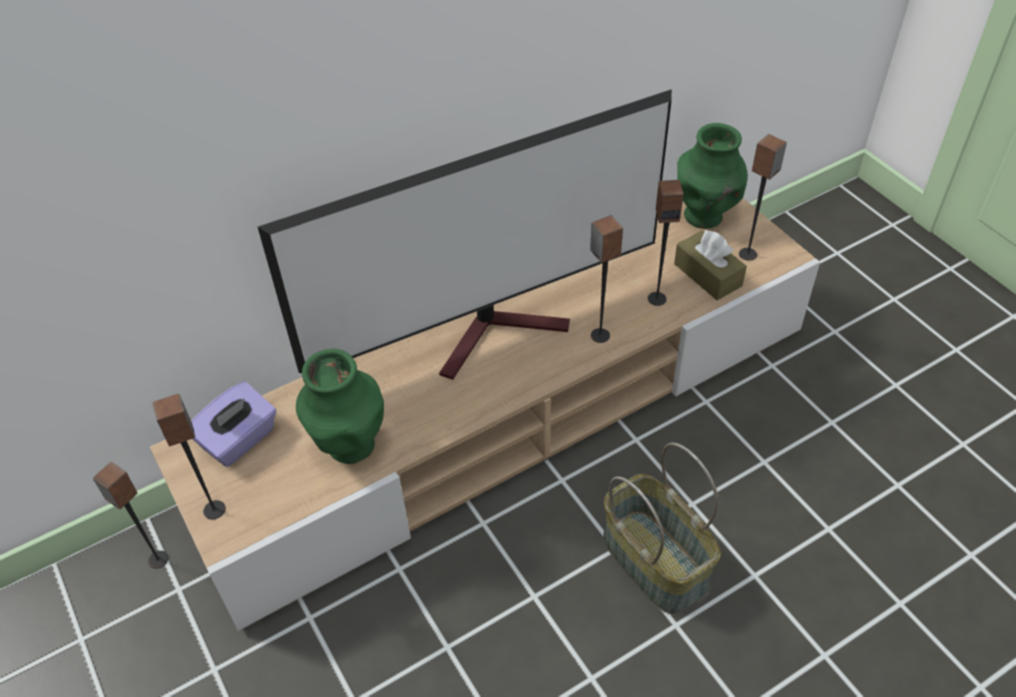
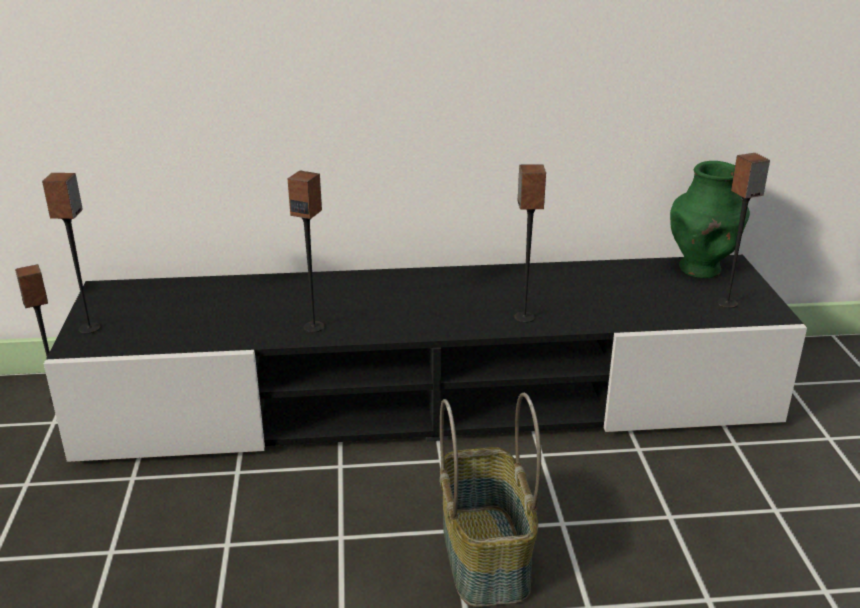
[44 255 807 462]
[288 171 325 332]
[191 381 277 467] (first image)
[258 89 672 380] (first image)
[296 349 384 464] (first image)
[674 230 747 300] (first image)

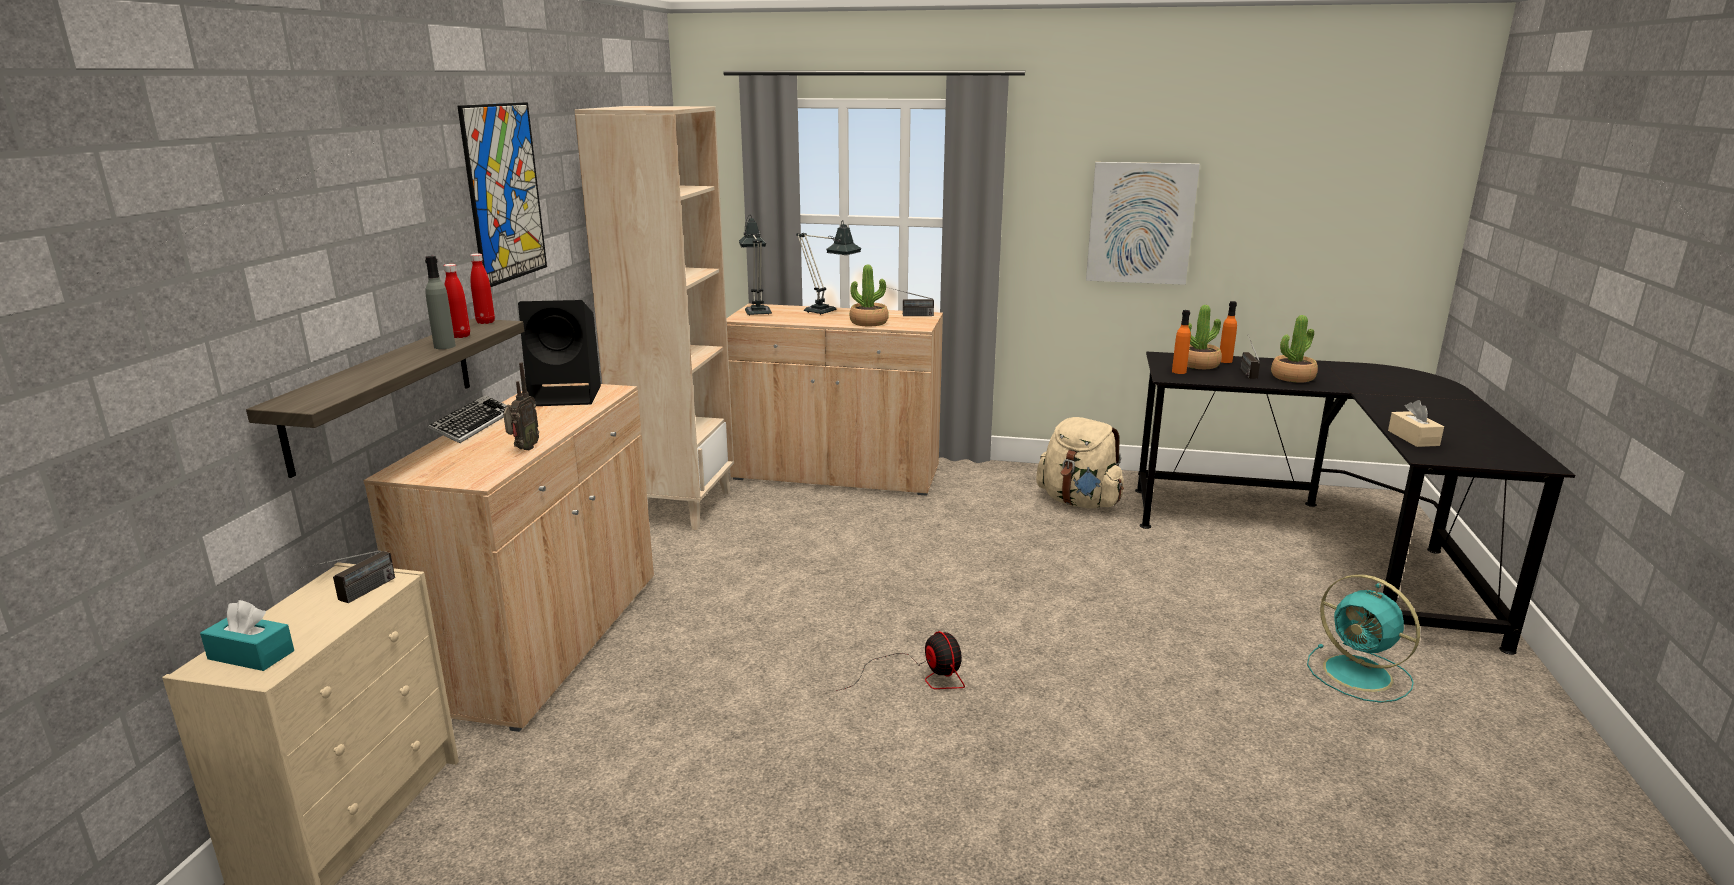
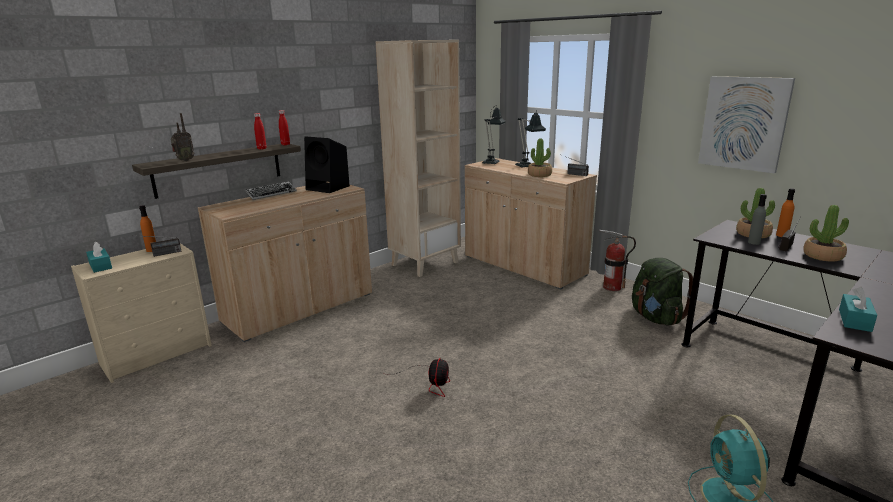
[139 205 156 252]
[171 113 194 161]
[599 230 636 291]
[632 258 693 326]
[748 194 767 245]
[839 287 877 332]
[457 102 547 287] (first image)

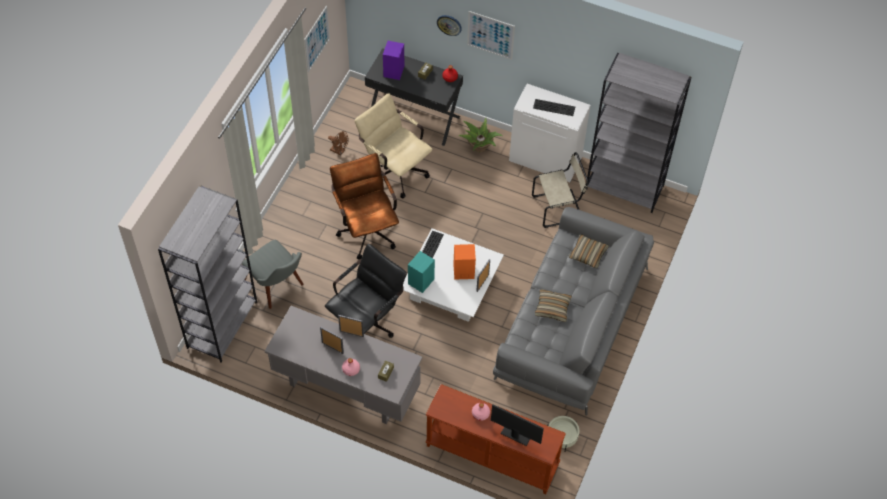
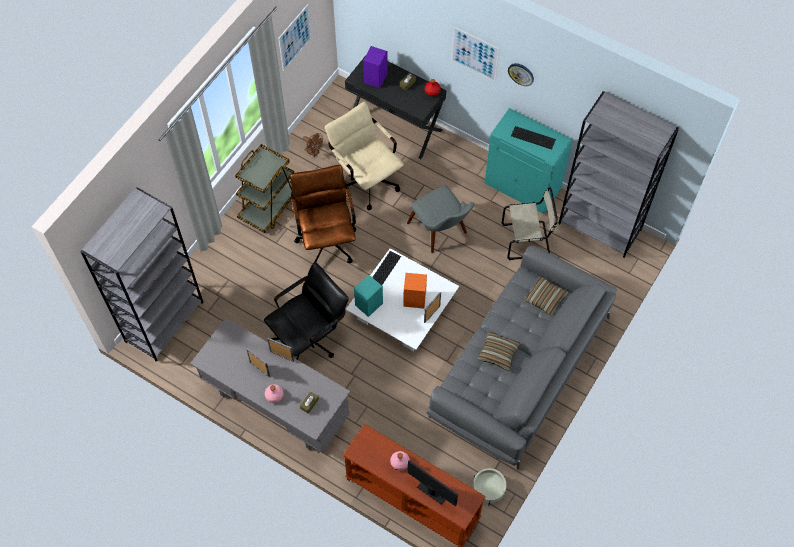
[235 144 294 233]
[407 185 474 253]
[485 108 572 214]
[508 63 534 86]
[458 118 503 152] (first image)

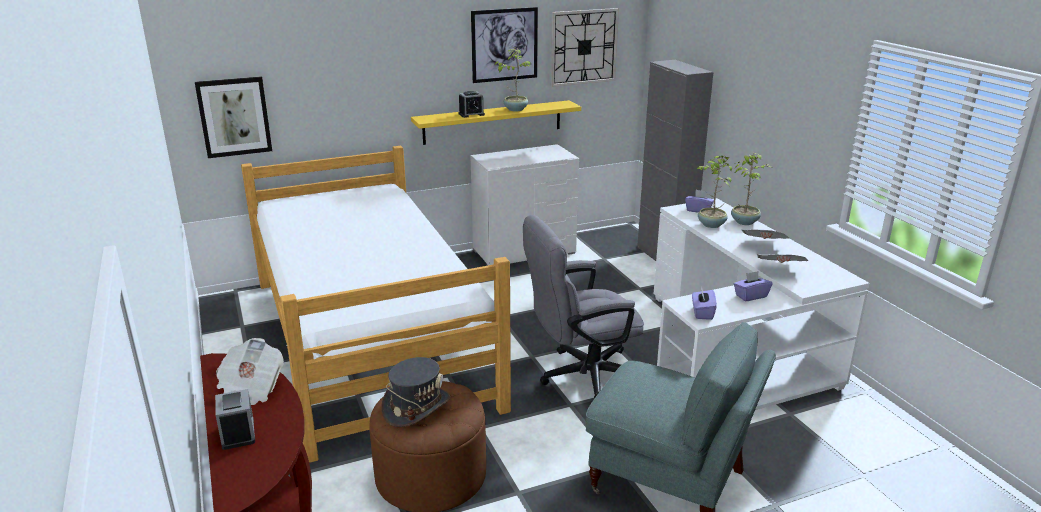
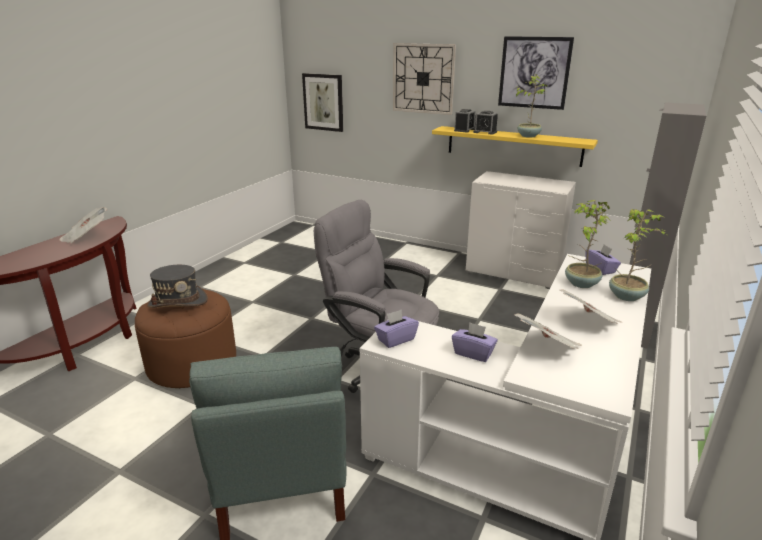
[393 43 456 115]
[454 109 476 132]
[241 146 511 463] (first image)

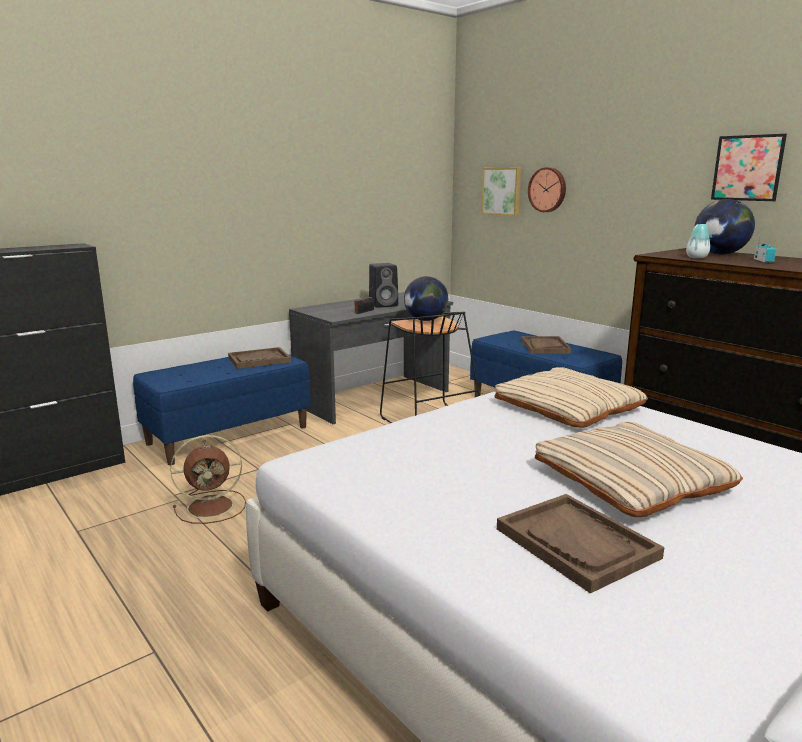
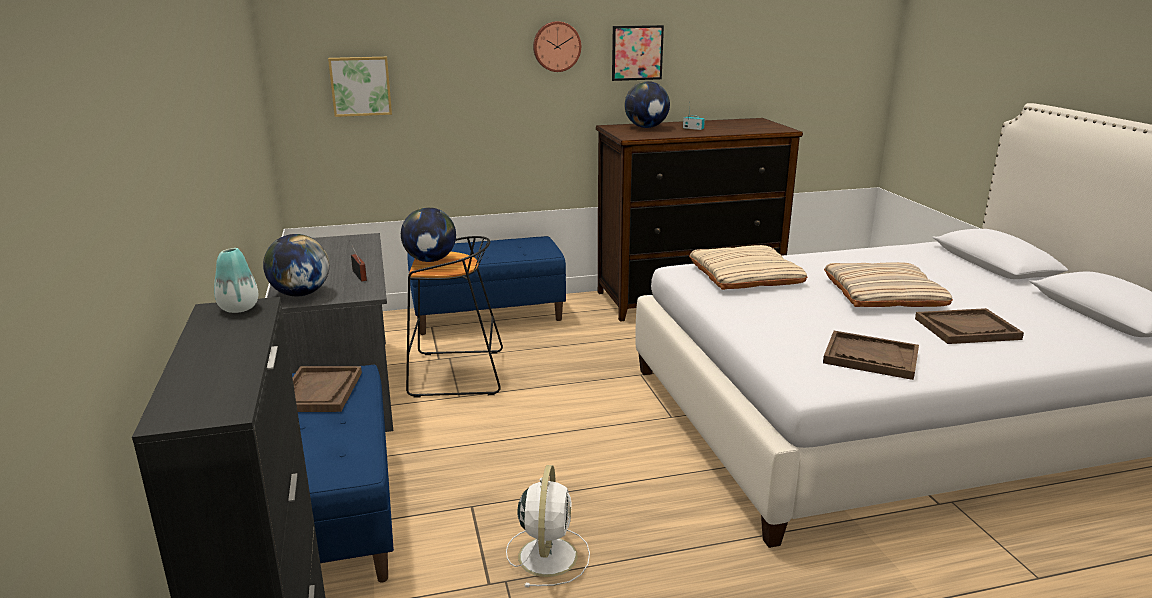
[214 248 258 313]
[263 234 329 296]
[506 465 590 587]
[533 21 581 72]
[823 331 919 380]
[369 263 398 308] (first image)

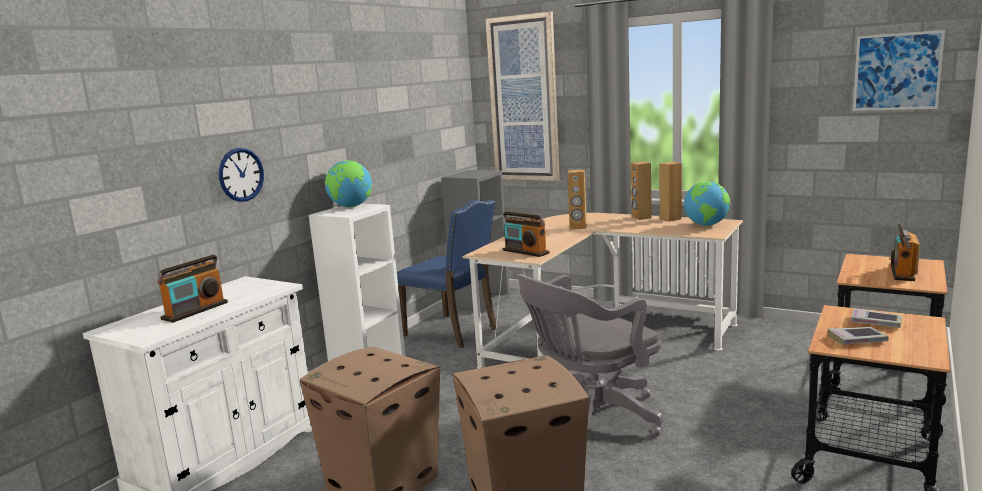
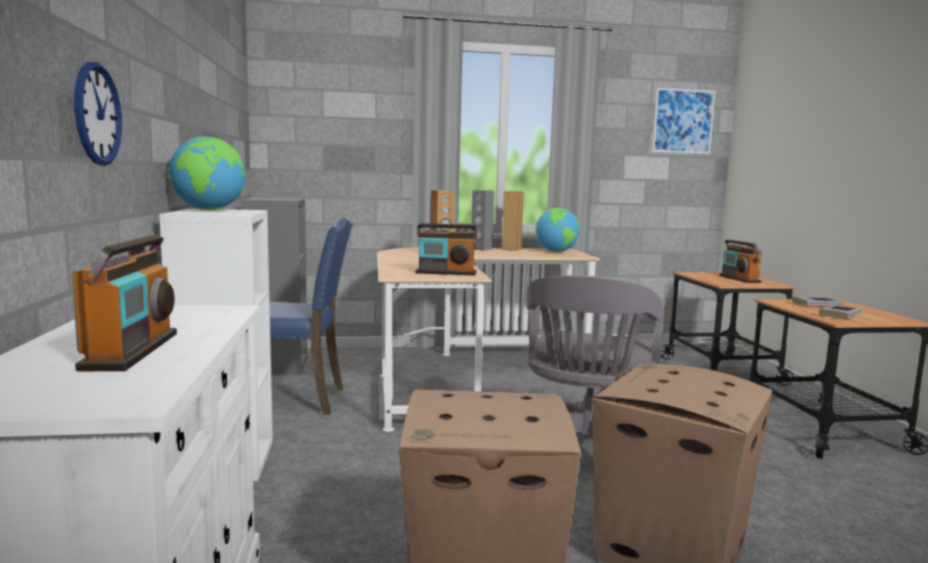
[471 190 494 251]
[485 11 560 181] (first image)

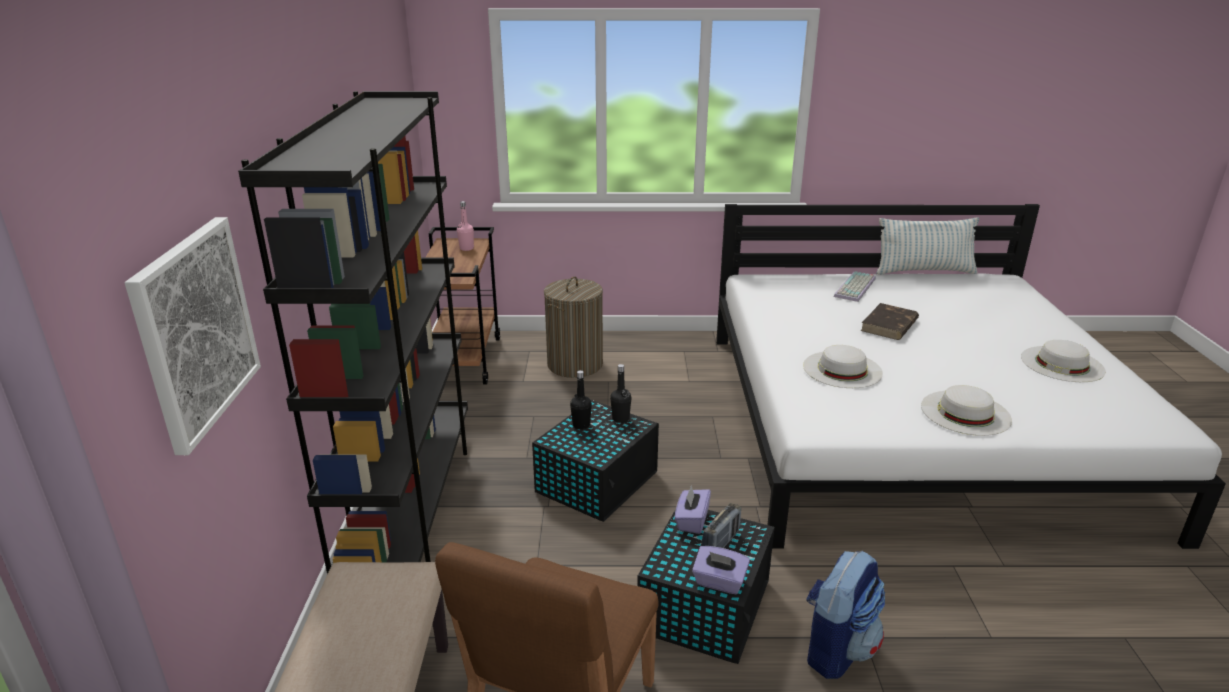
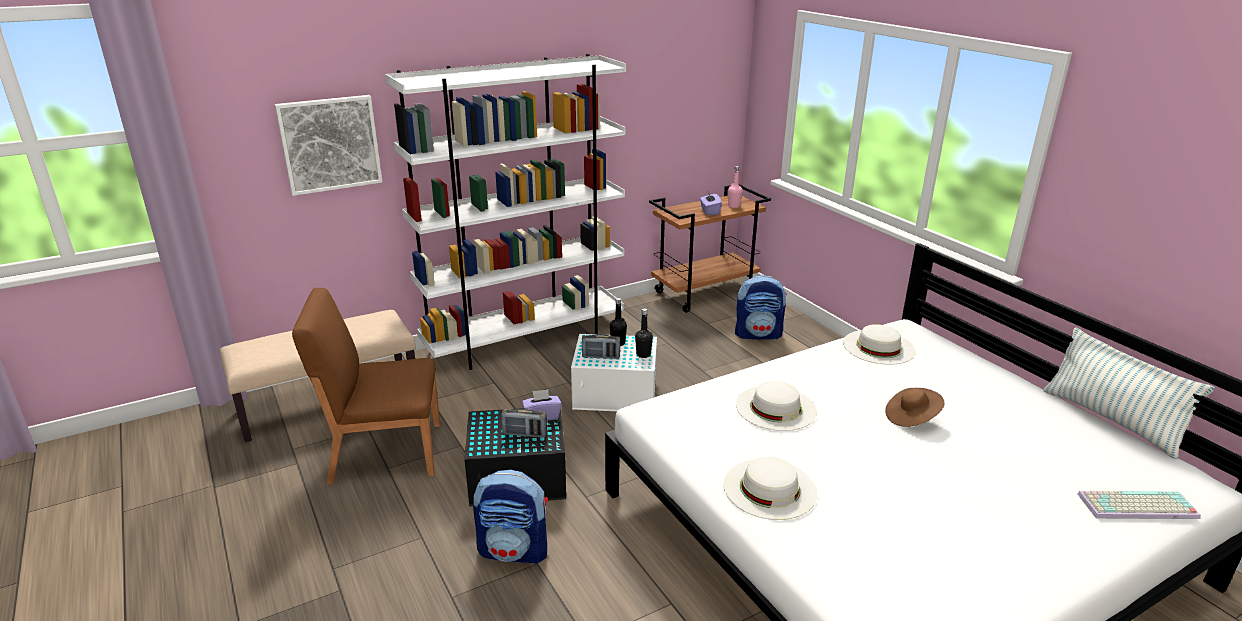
[385 54 626 370]
[571 334 657 411]
[582 334 620 359]
[700 192 722 215]
[735 275 787 340]
[843 324 916 365]
[885 388 945 427]
[1078 491 1201 519]

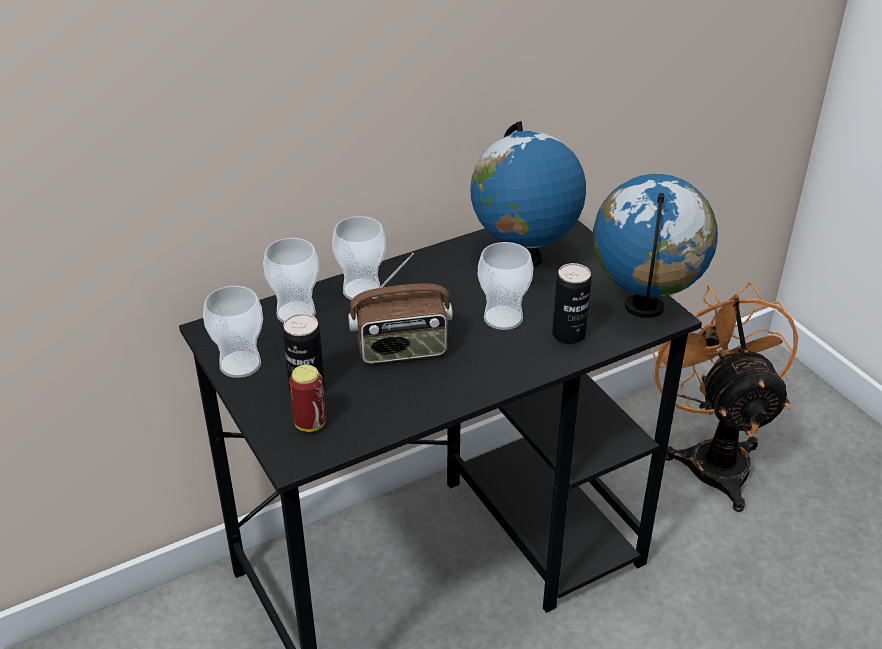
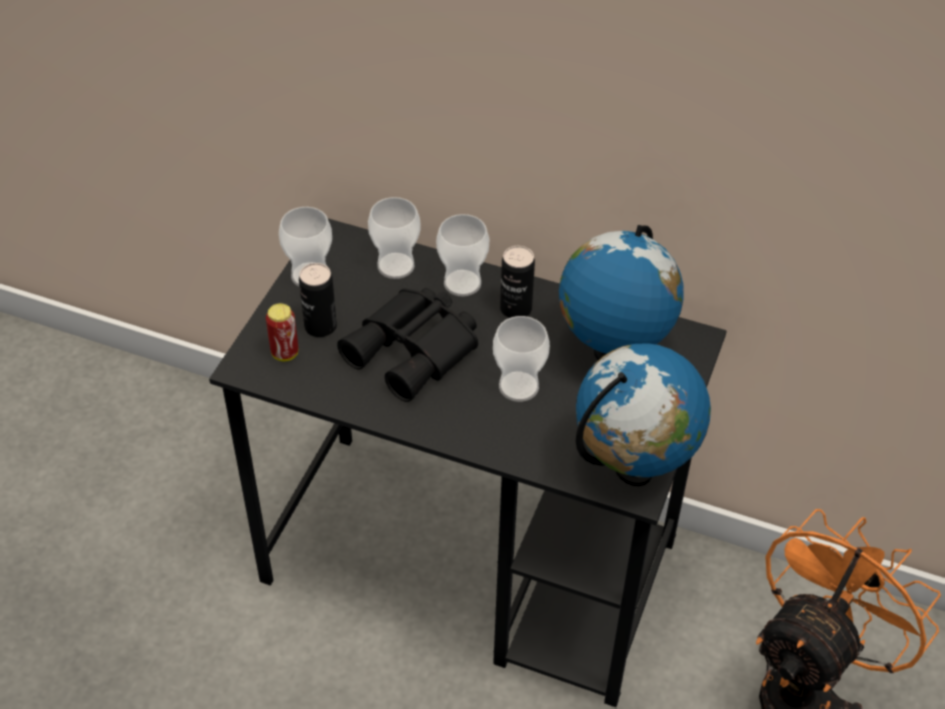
[337 288 478 402]
[500 246 535 318]

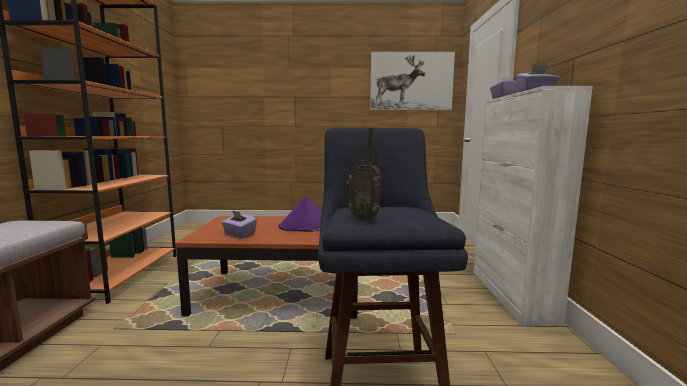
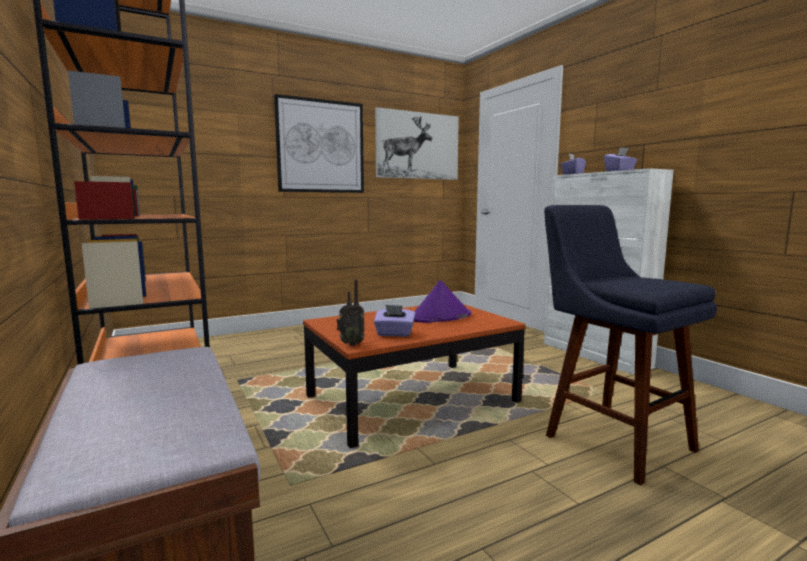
[274 94 364 193]
[337 279 365 346]

